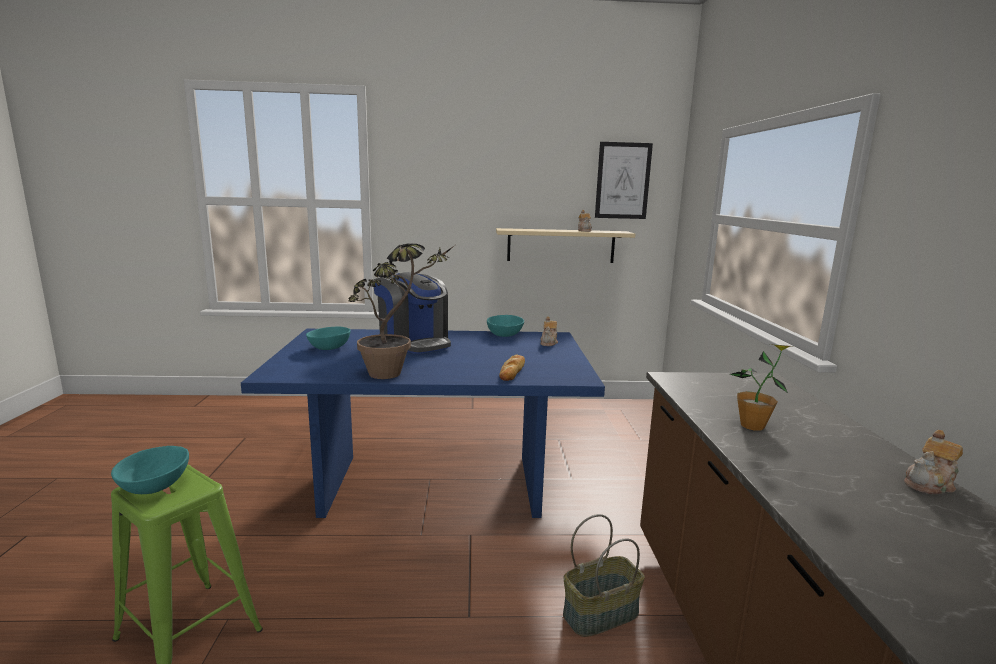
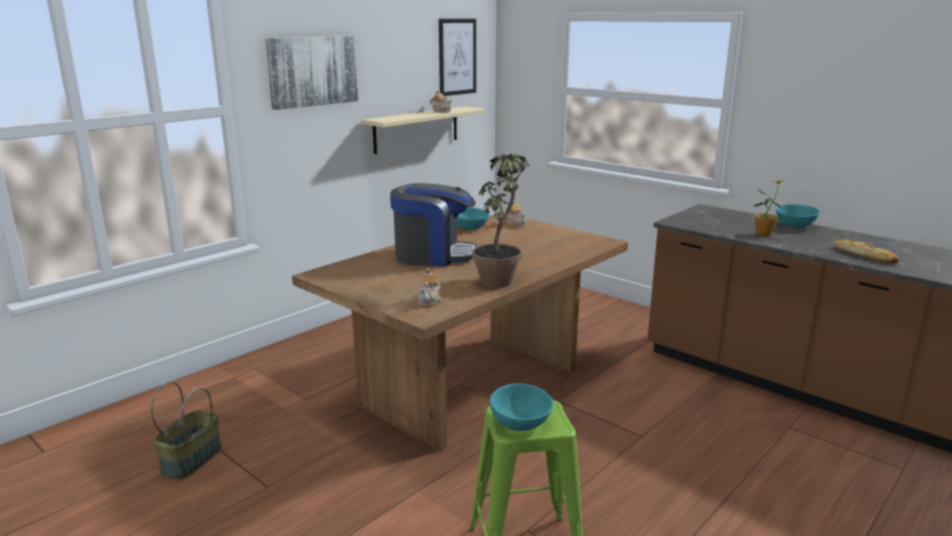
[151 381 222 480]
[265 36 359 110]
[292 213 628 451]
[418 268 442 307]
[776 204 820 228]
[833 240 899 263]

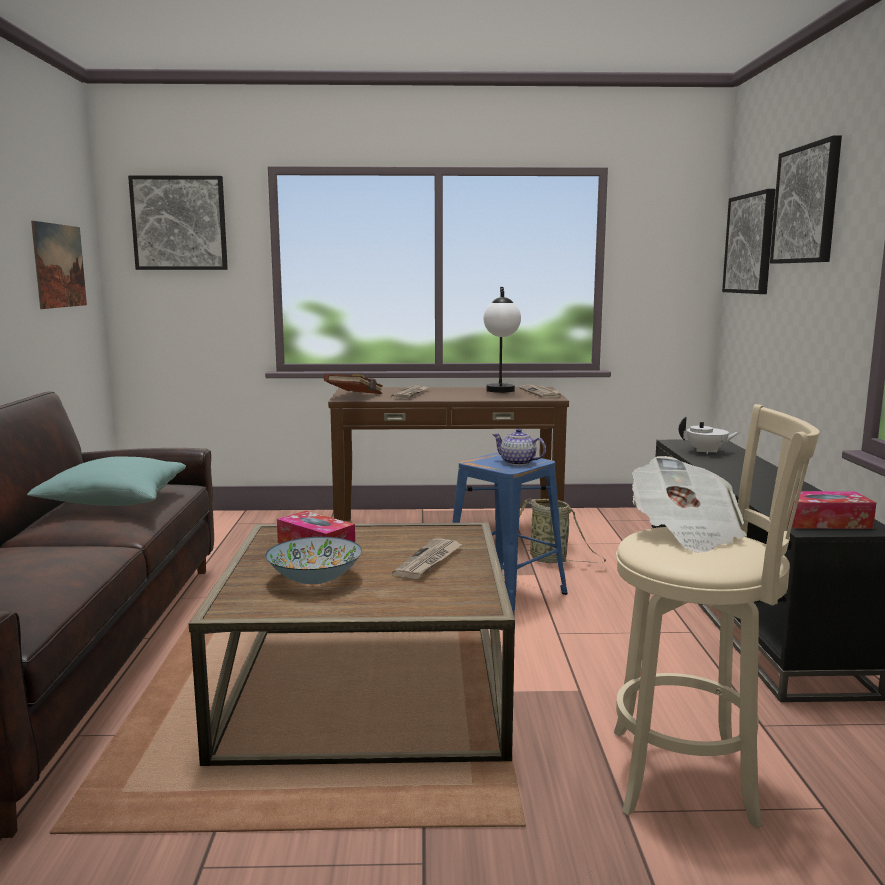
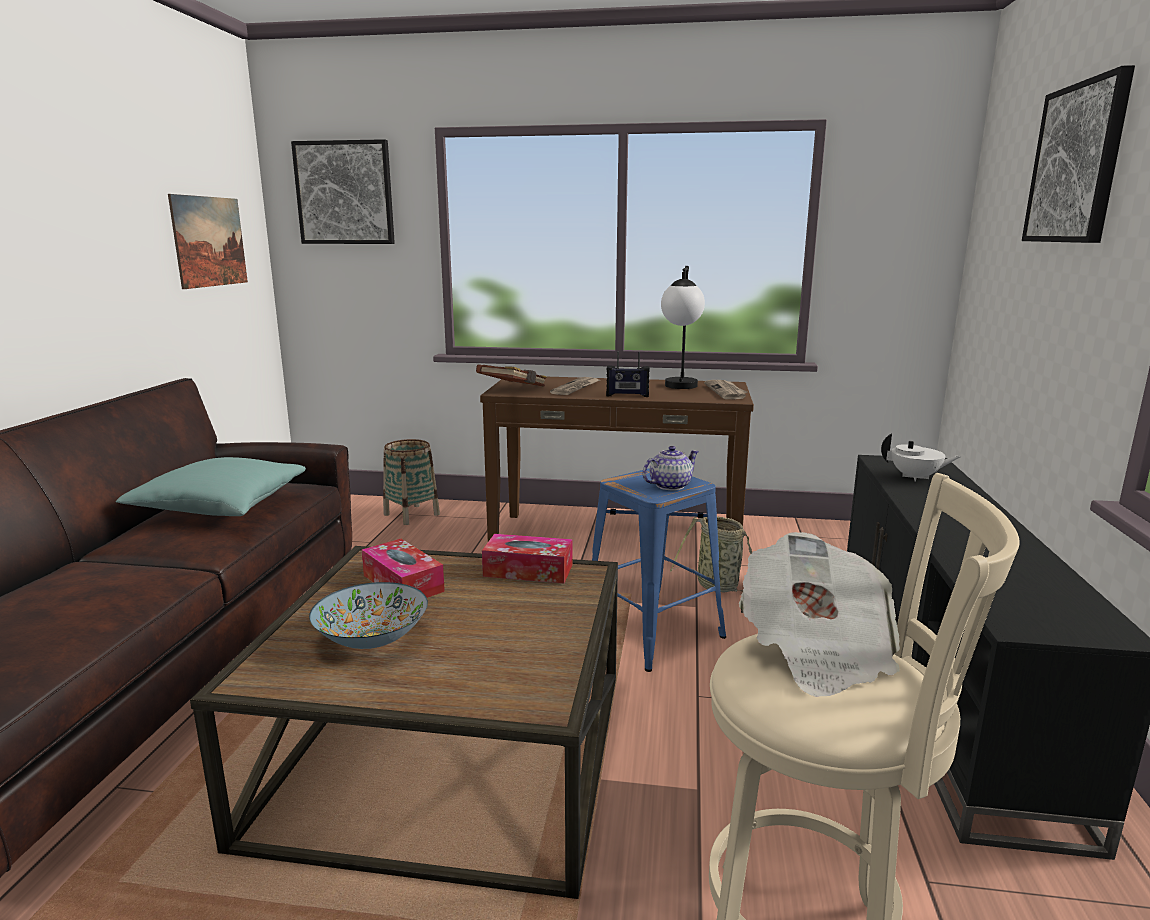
[383 439 440 525]
[482 534 573 583]
[606 351 650 397]
[642 446 699 490]
[392 538 462 579] (first image)
[722 189 775 294] (first image)

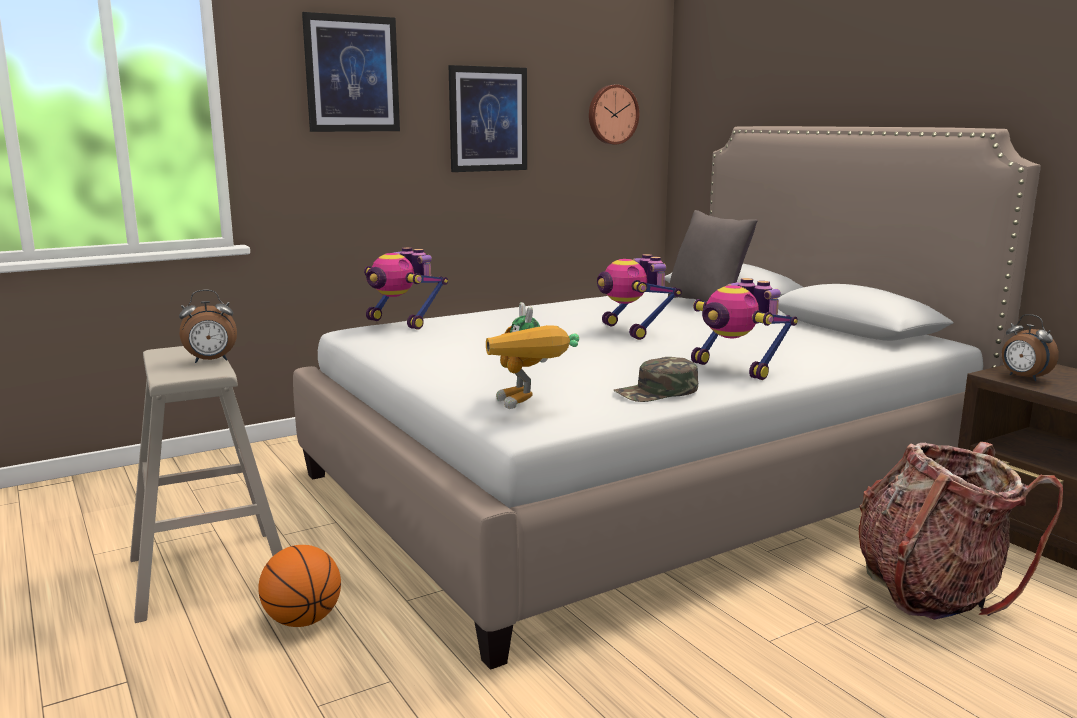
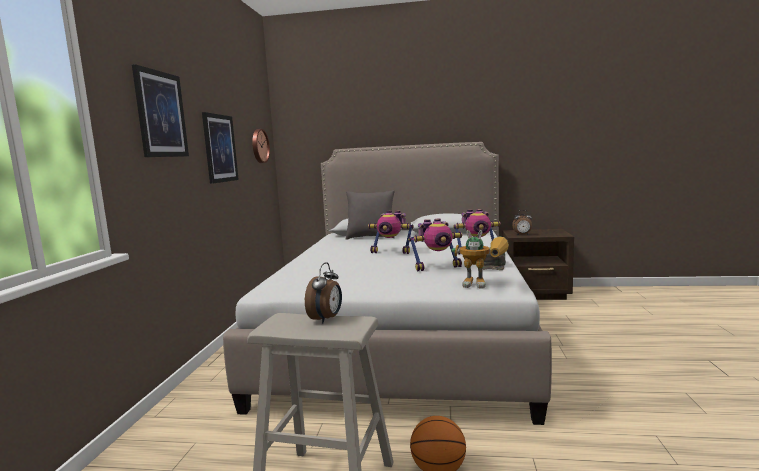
[408 219 463 271]
[859 442 1063 620] (first image)

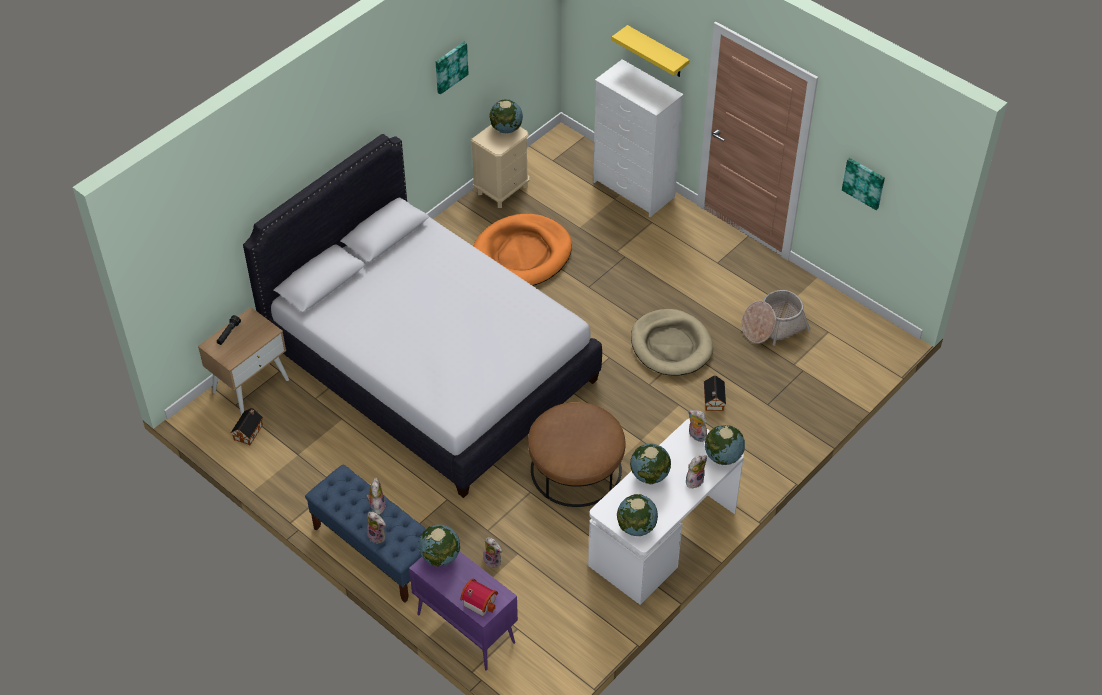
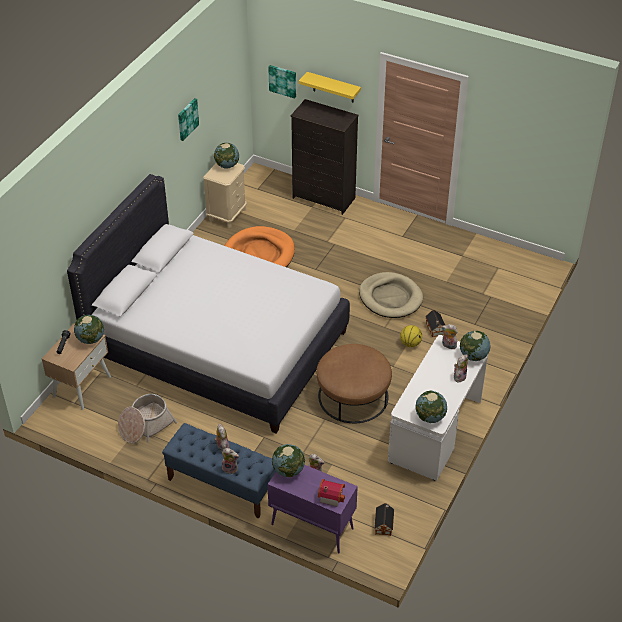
[74 315 104 344]
[118 394 177 444]
[268 65 296 99]
[291 99 359 215]
[374 503 394 536]
[400 325 422 347]

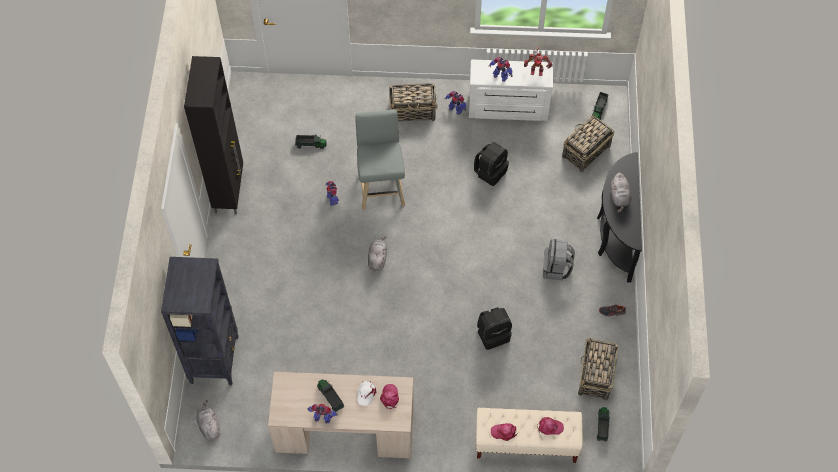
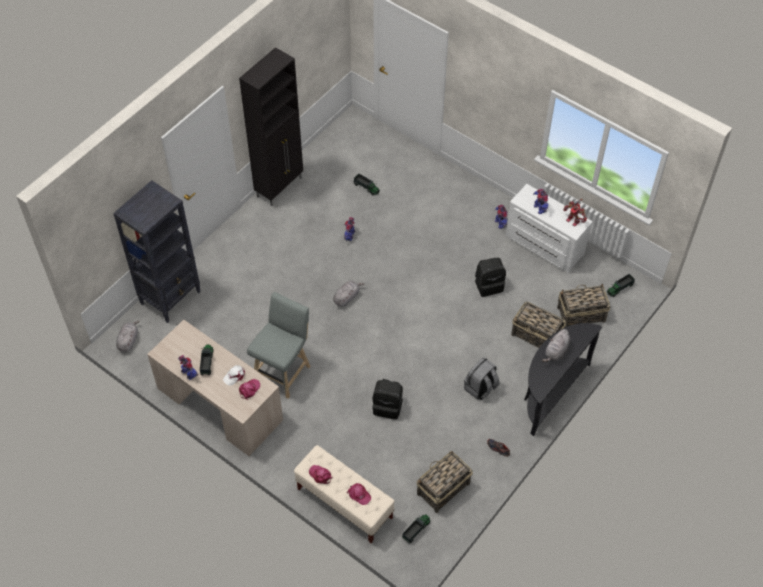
[247 292 311 399]
[511 301 566 348]

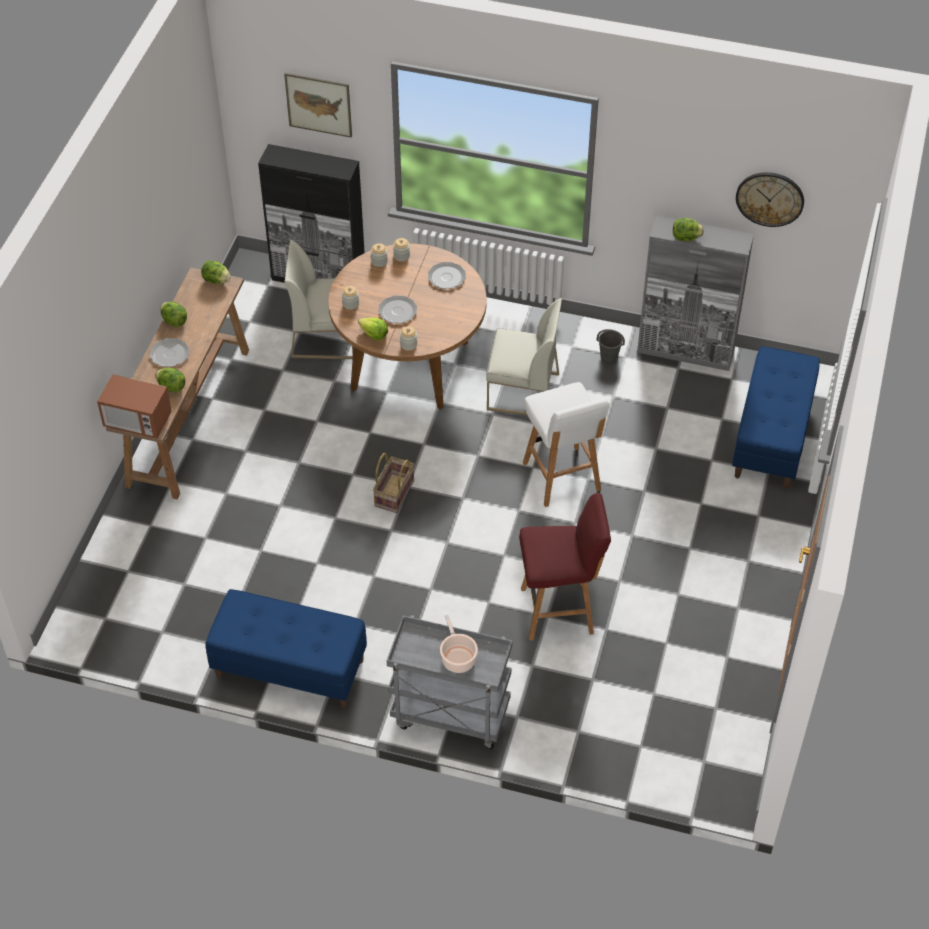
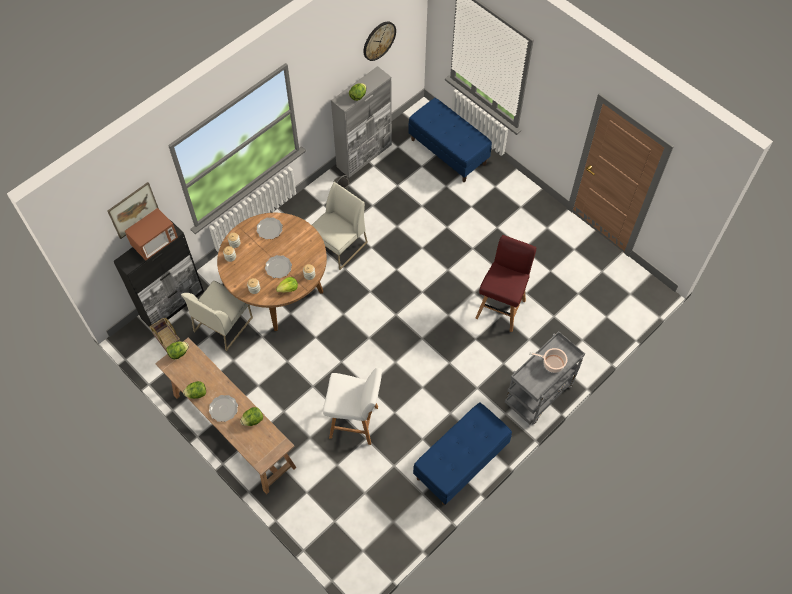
[125 208 178 260]
[150 318 180 352]
[323 368 382 445]

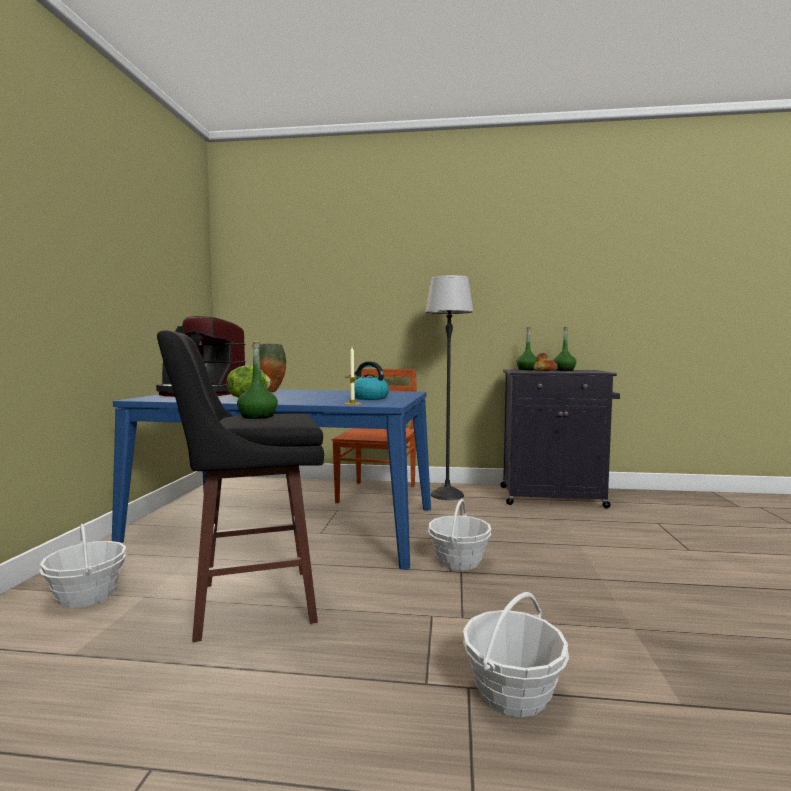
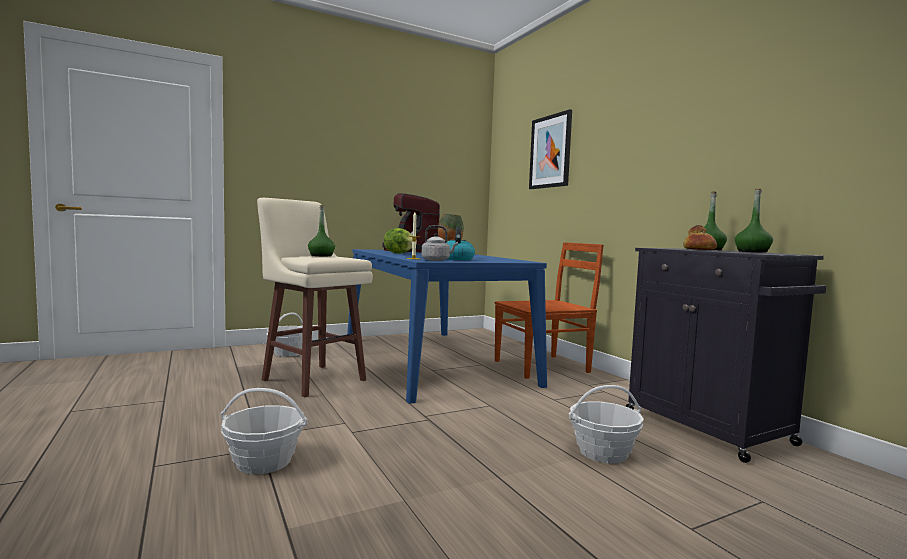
[257 198 373 397]
[421 225 458 261]
[529 109 572 189]
[569 385 644 463]
[425 275 474 500] (first image)

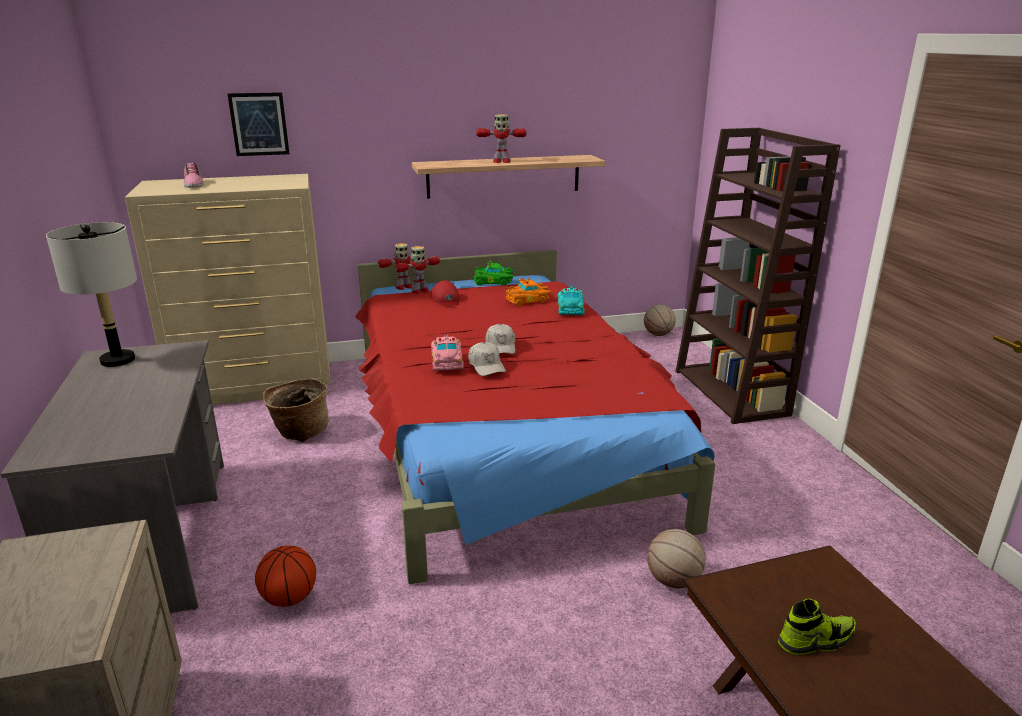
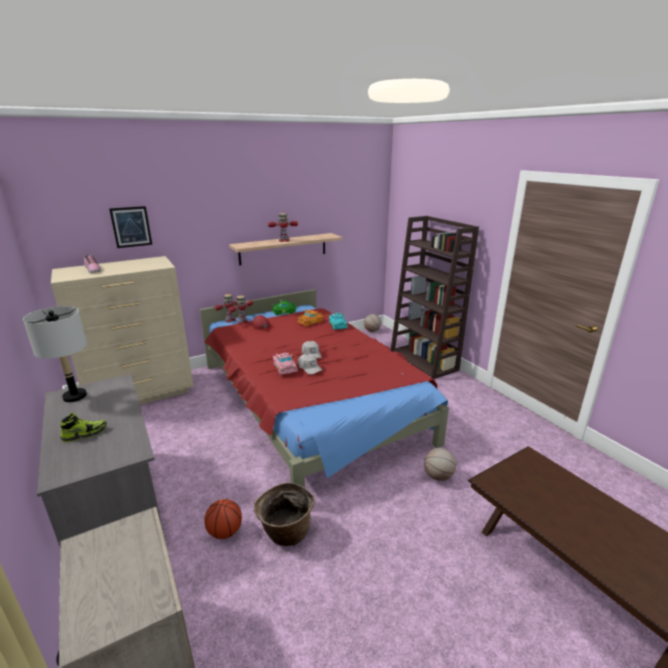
[60 413 107 442]
[254 483 315 546]

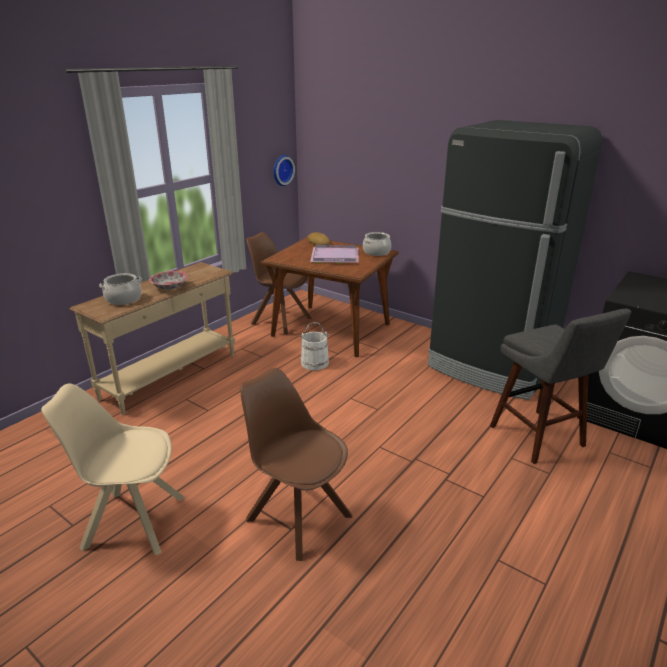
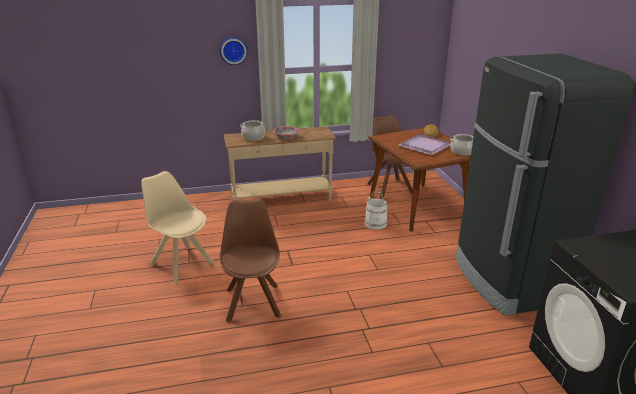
[220 37 248 65]
[490 309 631 464] (first image)

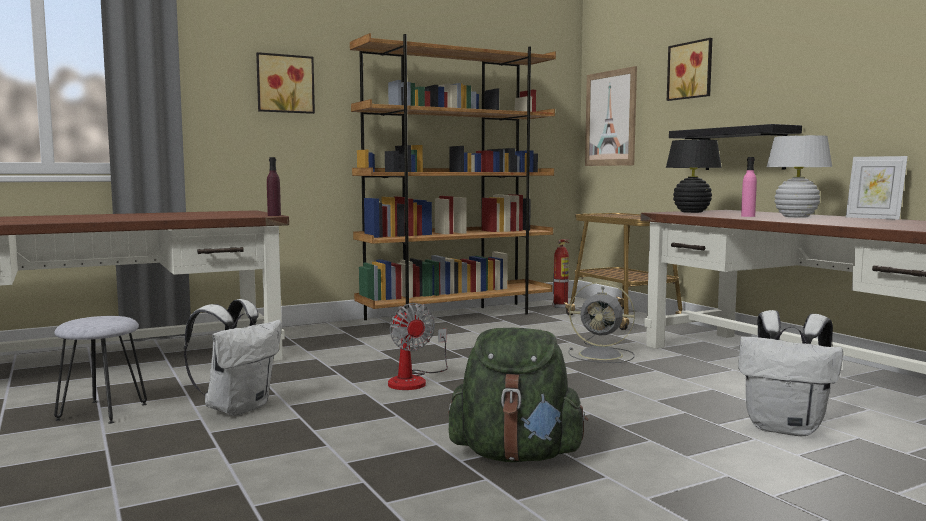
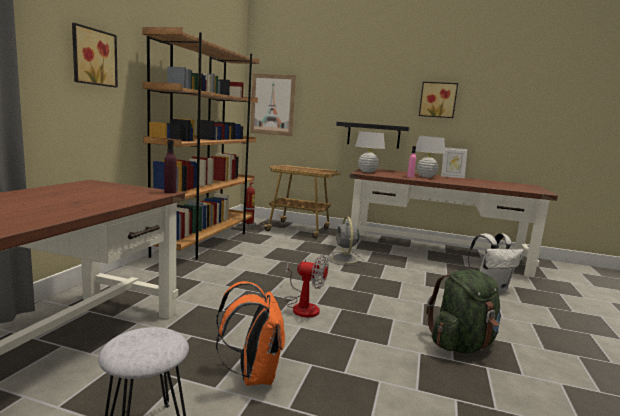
[216 281 285 385]
[327 217 364 266]
[355 131 385 173]
[419 82 458 118]

